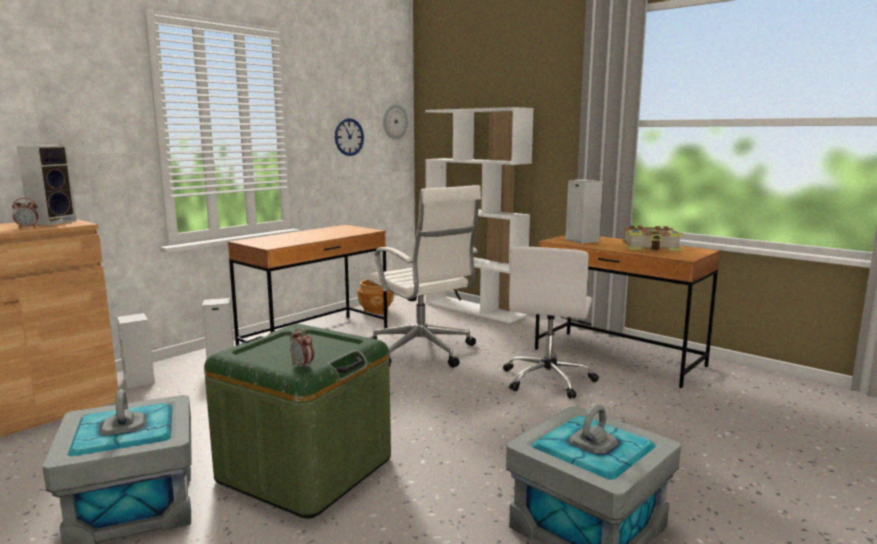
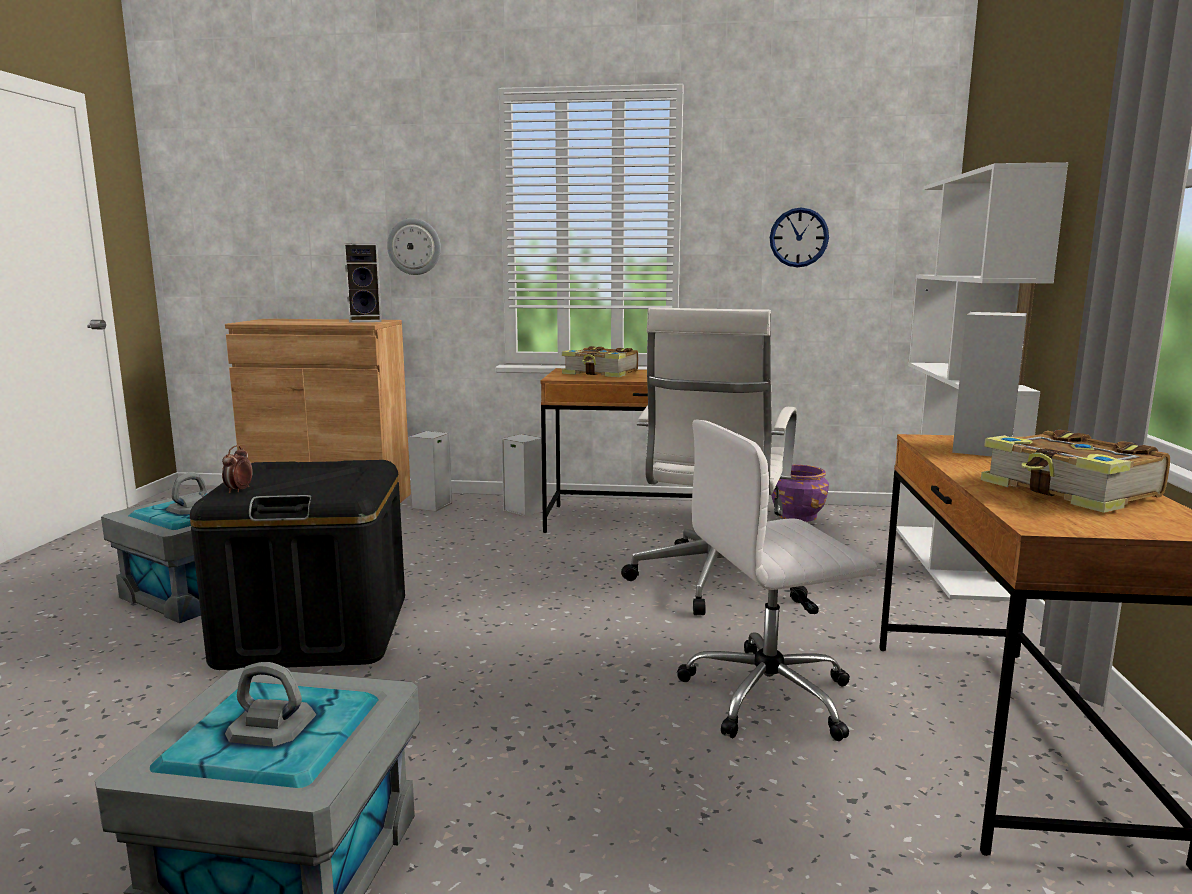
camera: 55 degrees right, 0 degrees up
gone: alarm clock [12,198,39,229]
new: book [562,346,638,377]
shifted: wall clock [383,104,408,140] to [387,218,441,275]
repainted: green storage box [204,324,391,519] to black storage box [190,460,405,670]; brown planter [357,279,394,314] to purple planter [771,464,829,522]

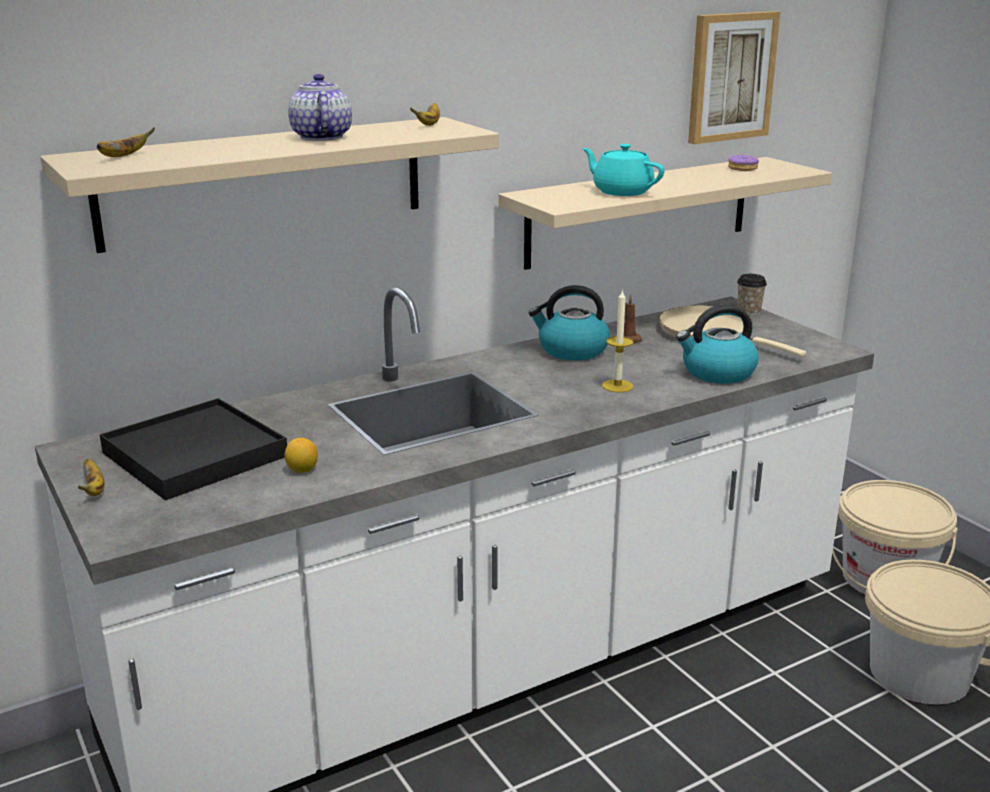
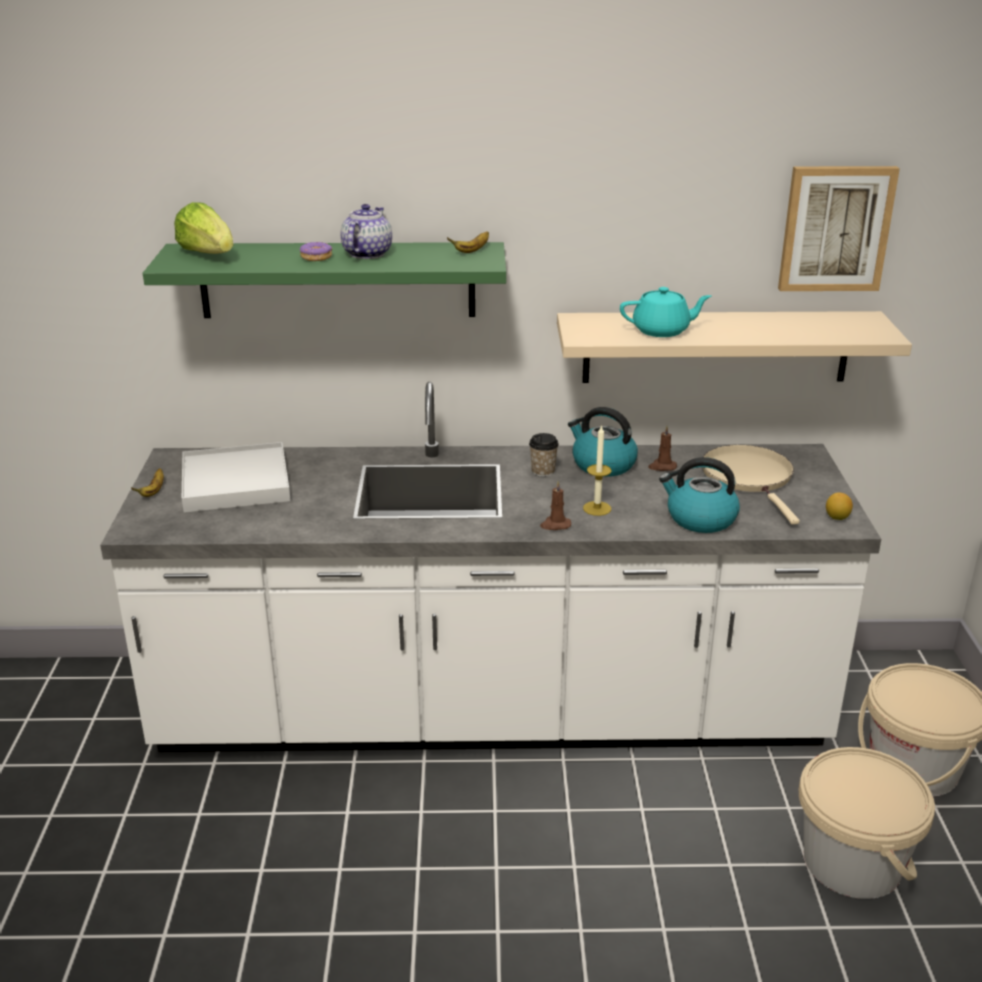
camera: 30 degrees right, 5 degrees up
new: brown candle [540,481,571,530]
shifted: lemon [285,438,318,473] to [826,492,853,520]; donut [728,154,759,171] to [300,242,332,261]; cup [737,274,767,316] to [529,433,559,477]
swapped: banana [97,128,155,157] to lettuce [174,202,233,254]
repainted: beige shelf [40,117,499,253] to green shelf [143,242,506,318]; black tray [100,398,287,500] to white tray [182,442,291,513]
rotated: turquoise teapot [582,144,664,196] = [620,287,711,337] 105 degrees clockwise

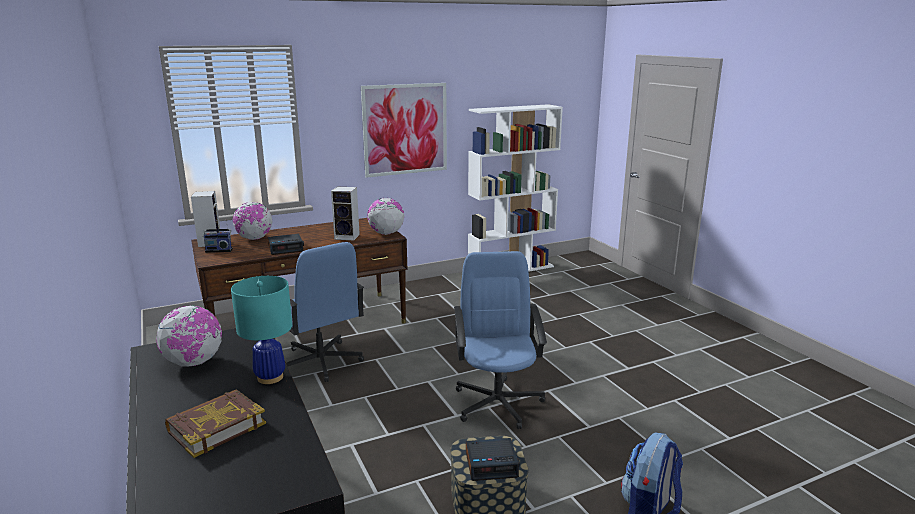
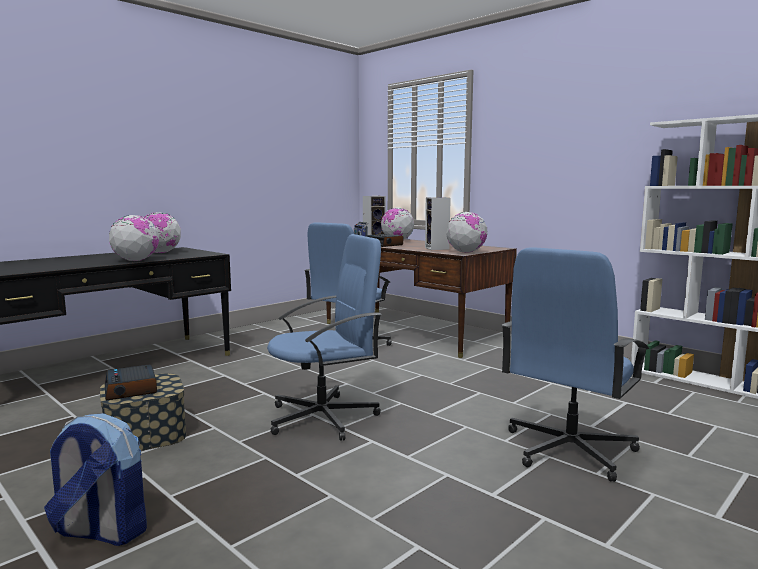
camera: 70 degrees right, 10 degrees down
gone: book [165,389,266,458]; picture [361,83,447,178]
new: blue office chair [501,247,649,482]
swapped: turquoise table lamp [231,276,292,384] to globe [109,215,159,261]

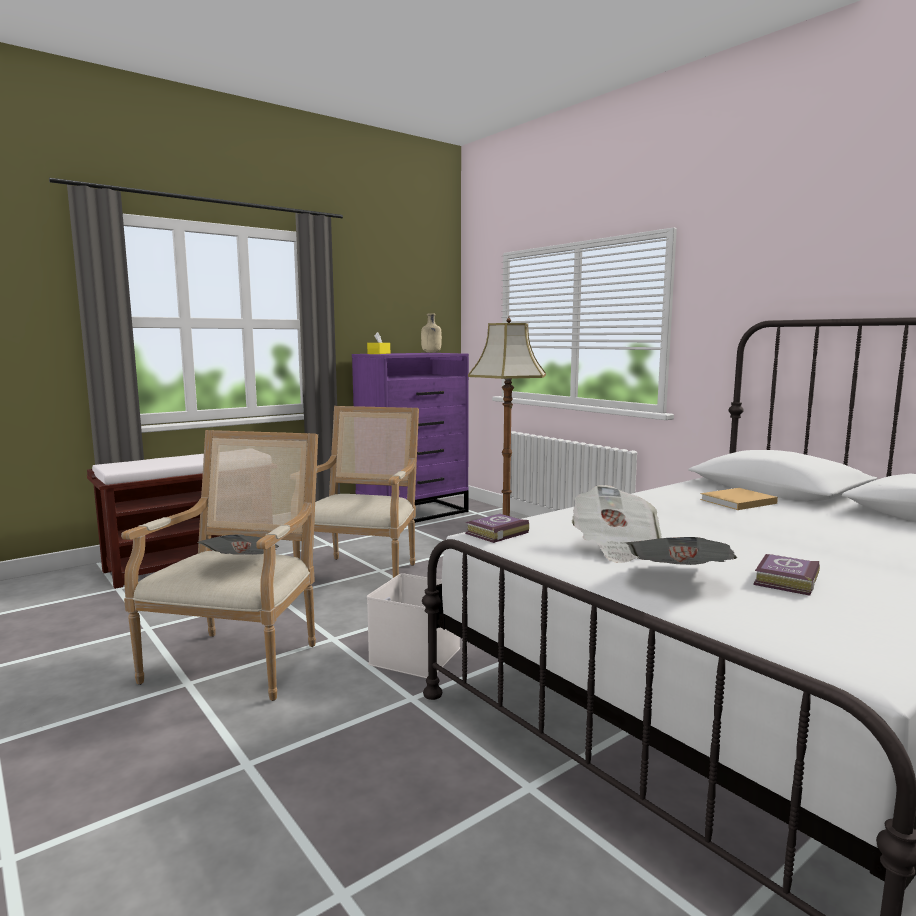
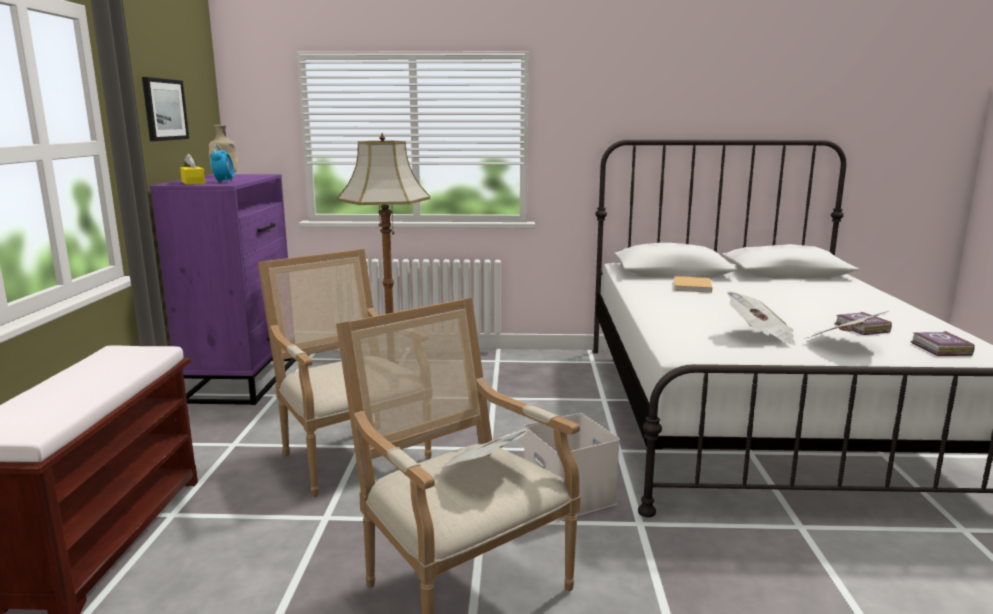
camera: 50 degrees left, 5 degrees up
new: picture [142,77,189,141]; alarm clock [210,145,235,183]
shifted: book [465,514,529,543] to [911,331,975,356]

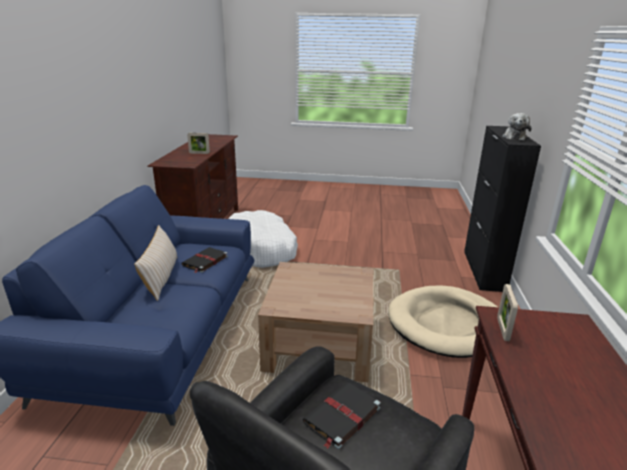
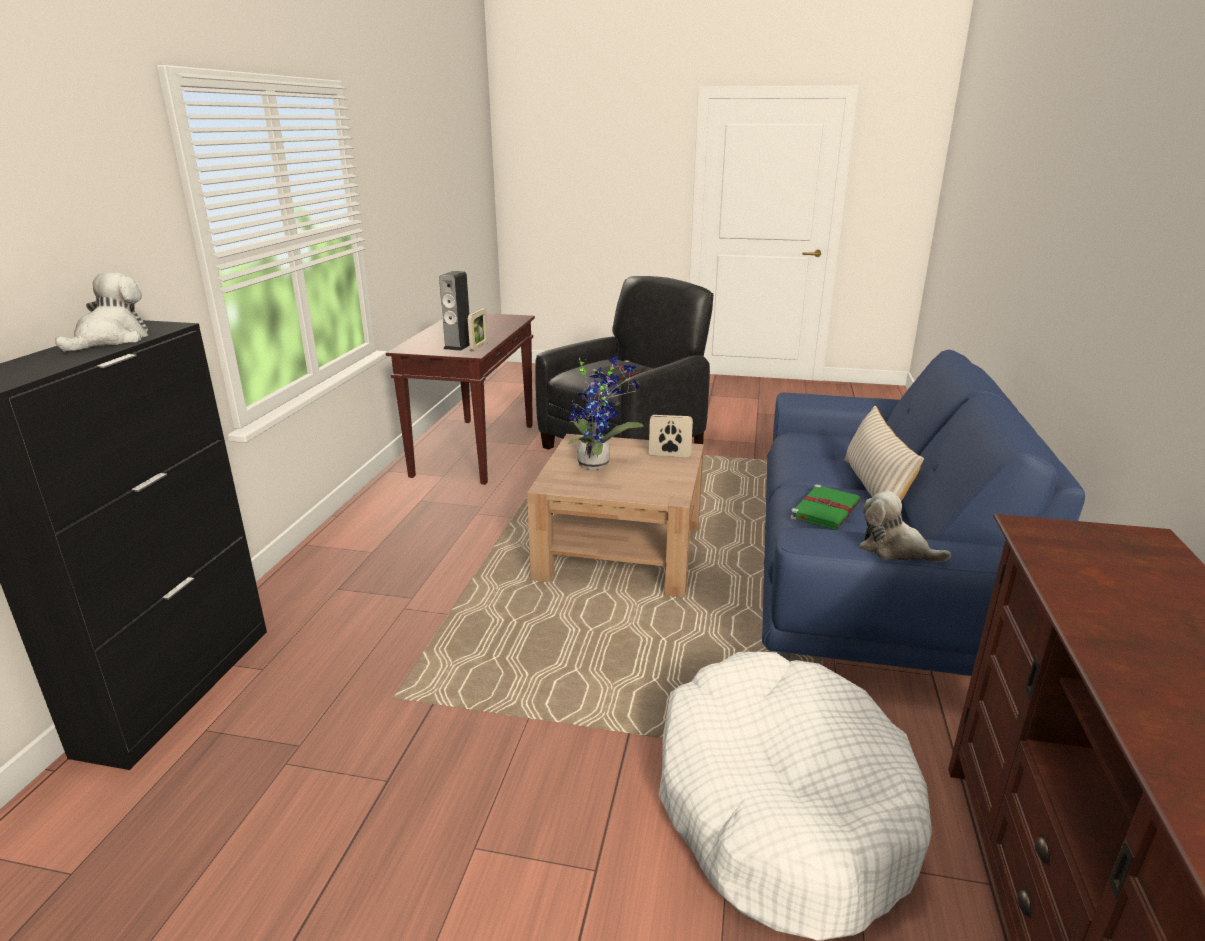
camera: 175 degrees left, 0 degrees up
gone: beige dog bed [388,285,497,358]
new: speaker [439,271,470,351]; potted plant [568,355,643,470]; plush toy [860,491,951,562]
shifted: picture frame [187,133,210,154] to [649,415,693,457]
repainted: black book [181,247,228,273] to green book [790,484,861,530]

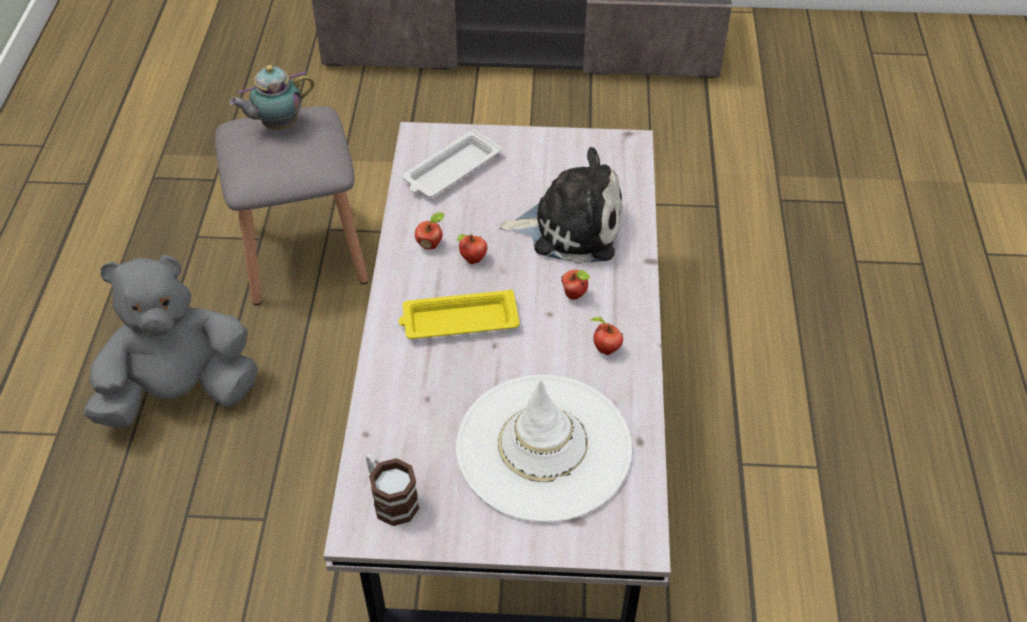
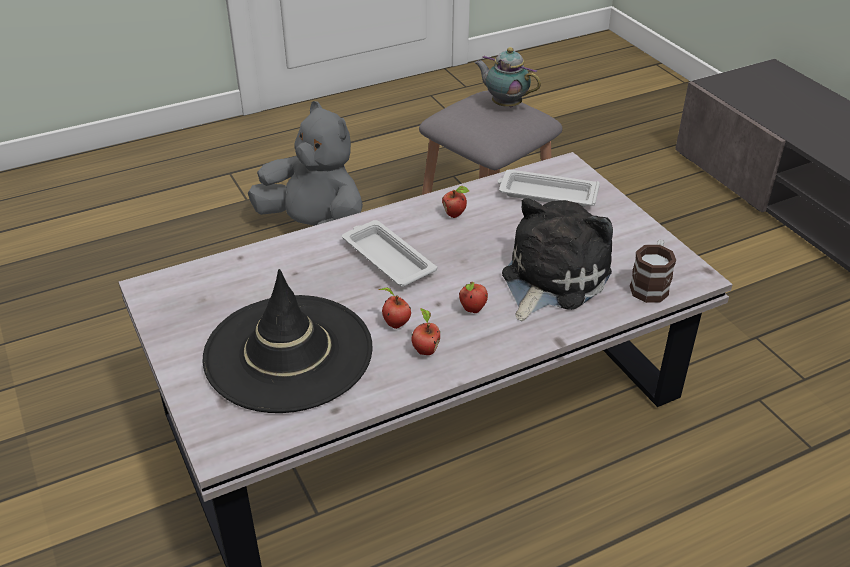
camera: 60 degrees right, 10 degrees down
shifted: mug [366,453,419,526] to [630,240,676,303]; apple [457,234,487,264] to [379,287,411,329]
repainted: yellow tray [399,289,520,339] to white tray [342,220,437,287]; white hat [456,375,632,522] to black hat [203,269,373,413]
rotated: plush toy [498,147,622,264] = [502,198,613,321] 120 degrees counterclockwise

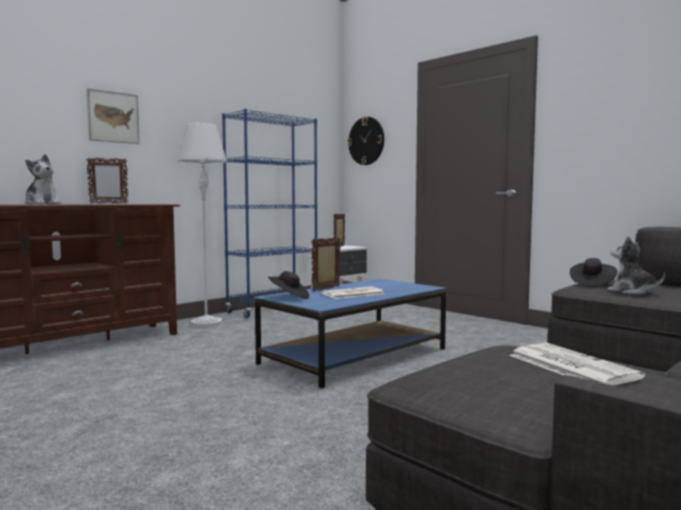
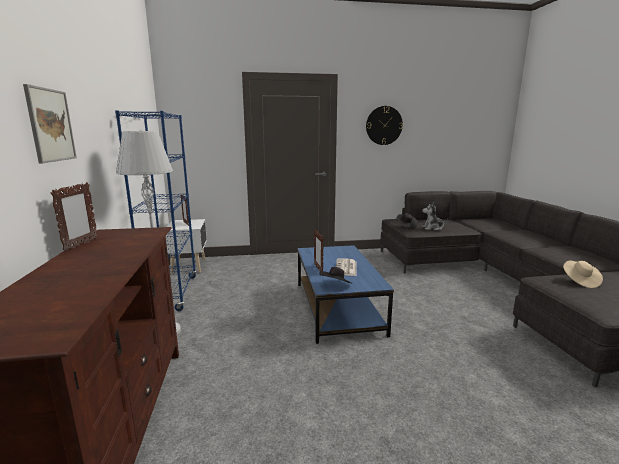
camera: 55 degrees left, 10 degrees up
gone: plush toy [24,154,62,204]
shifted: wall clock [348,117,384,165] to [366,106,403,145]
swapped: newspaper [510,343,645,386] to beige hat [563,261,603,288]

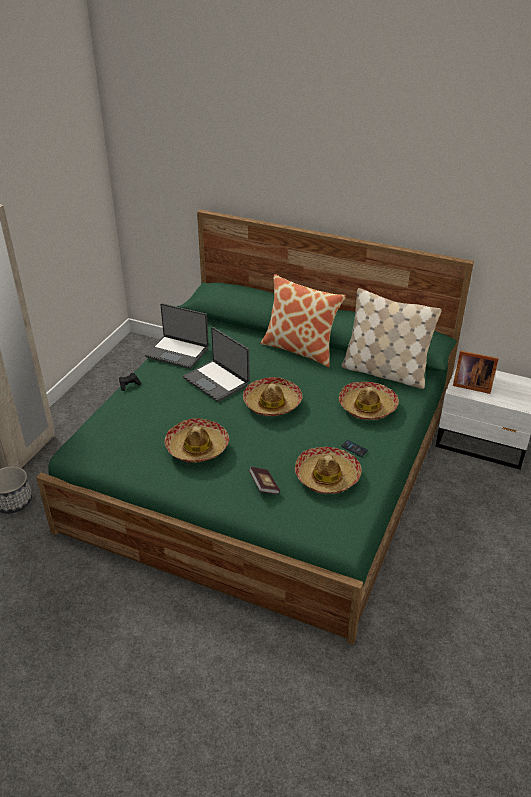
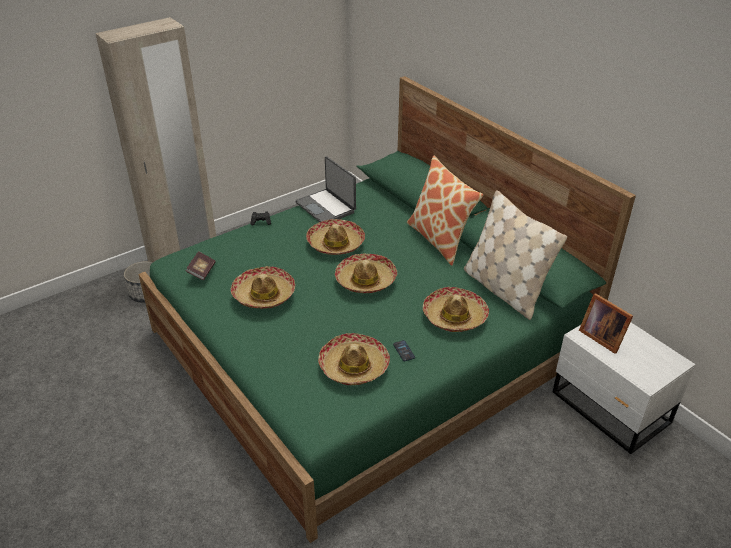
camera: 30 degrees right, 0 degrees up
shifted: book [249,467,280,494] to [186,251,216,280]
swapped: laptop [183,327,250,402] to hat [306,219,365,255]

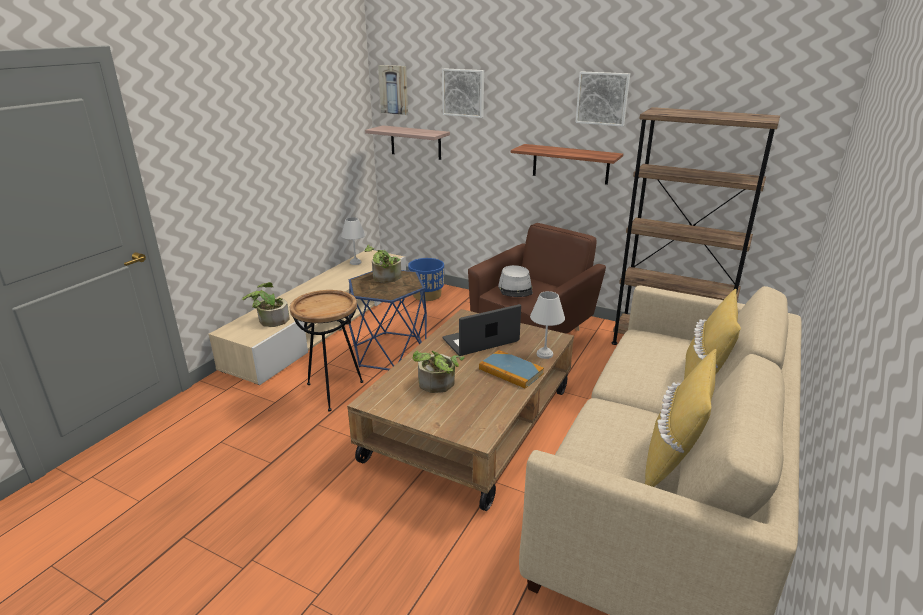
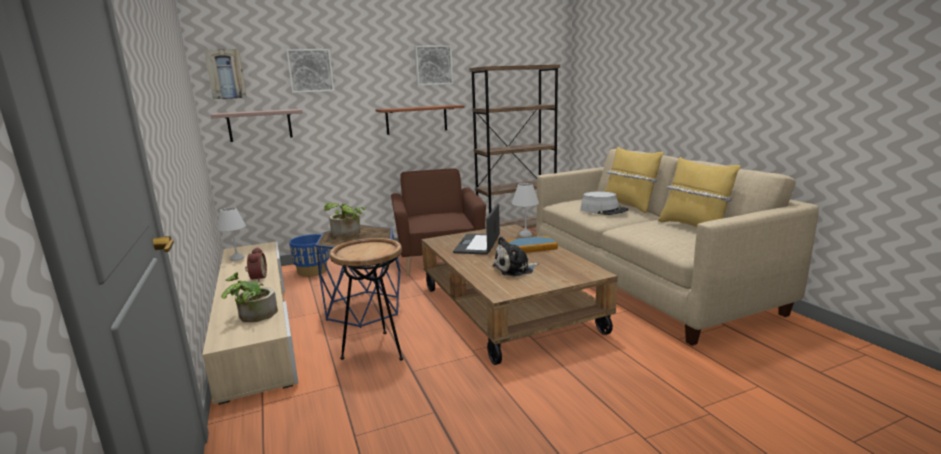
camera: 50 degrees left, 10 degrees down
new: alarm clock [245,247,267,282]
shifted: grey hat [498,265,533,297] to [580,192,629,215]
swapped: potted plant [412,350,465,393] to plush toy [492,236,539,277]

